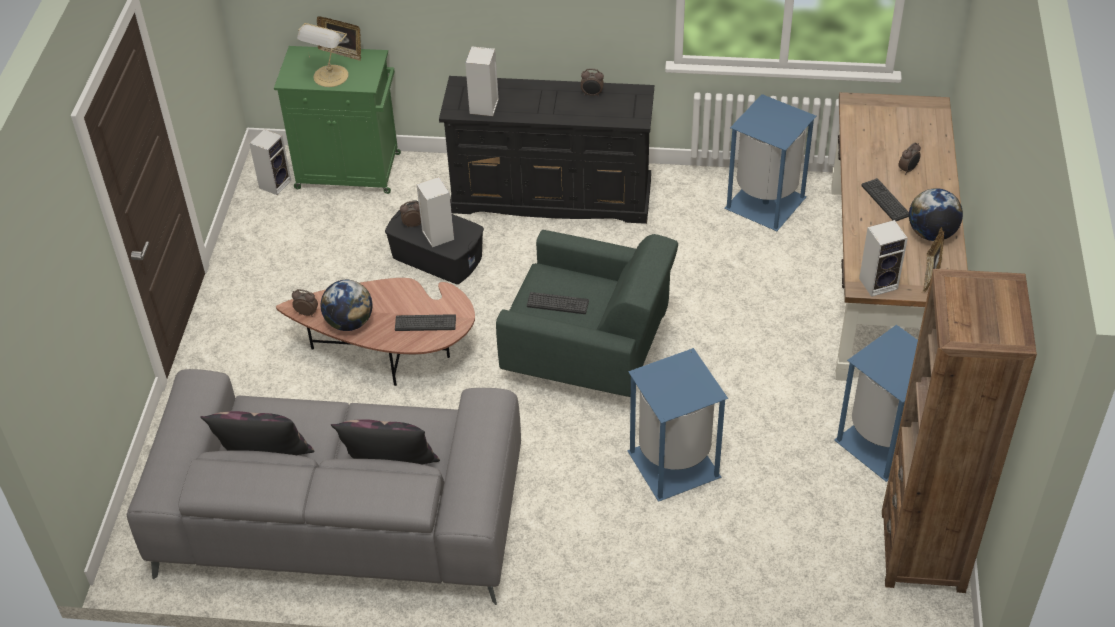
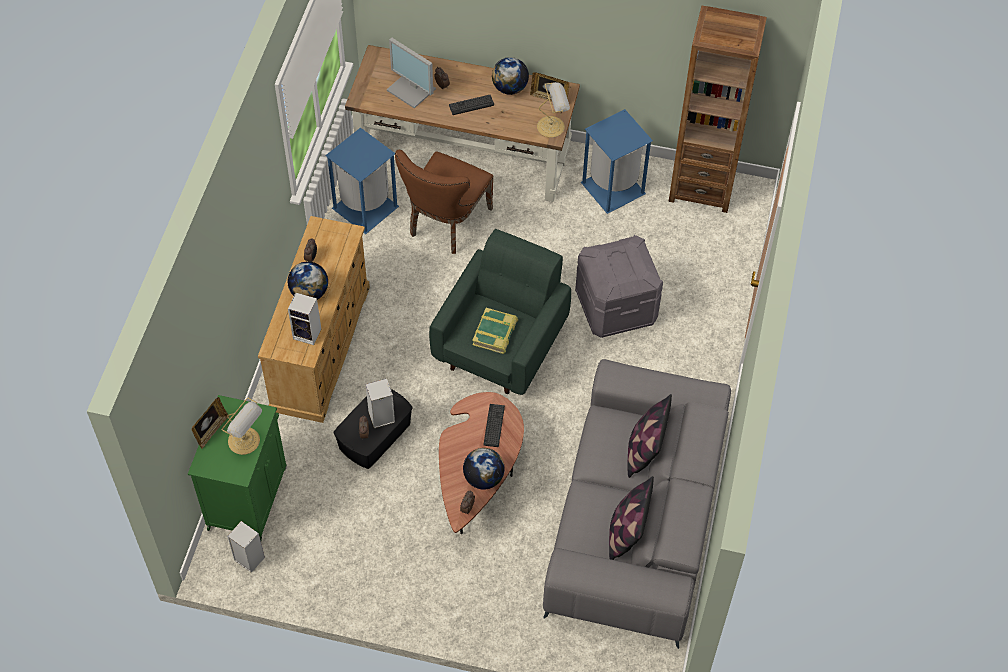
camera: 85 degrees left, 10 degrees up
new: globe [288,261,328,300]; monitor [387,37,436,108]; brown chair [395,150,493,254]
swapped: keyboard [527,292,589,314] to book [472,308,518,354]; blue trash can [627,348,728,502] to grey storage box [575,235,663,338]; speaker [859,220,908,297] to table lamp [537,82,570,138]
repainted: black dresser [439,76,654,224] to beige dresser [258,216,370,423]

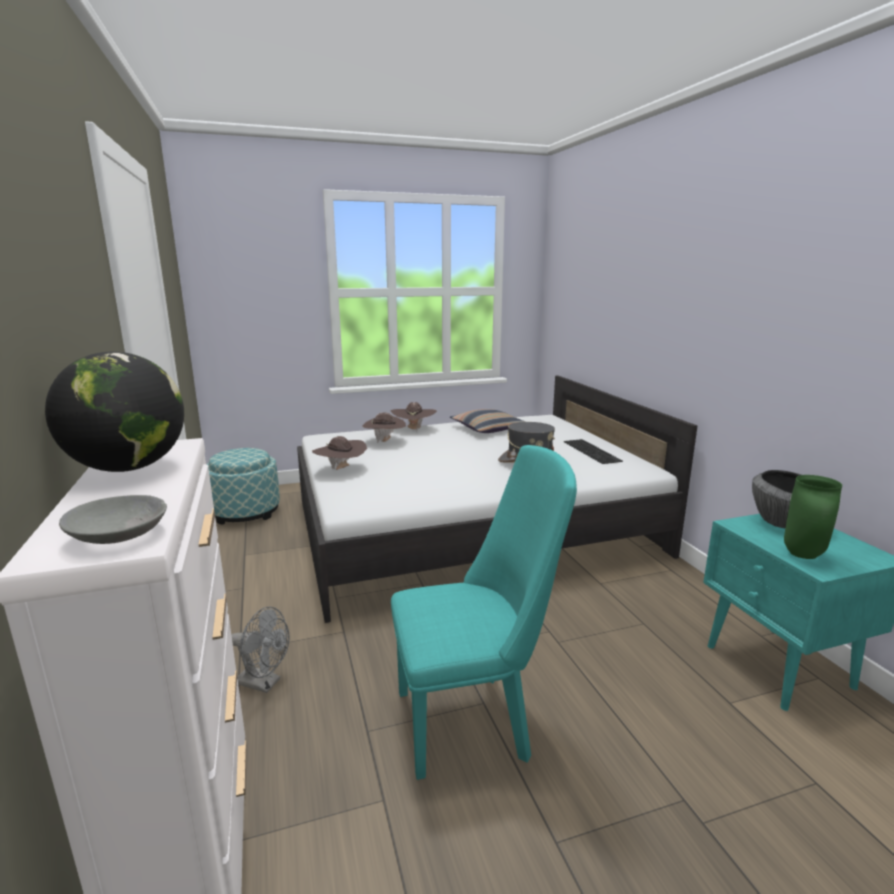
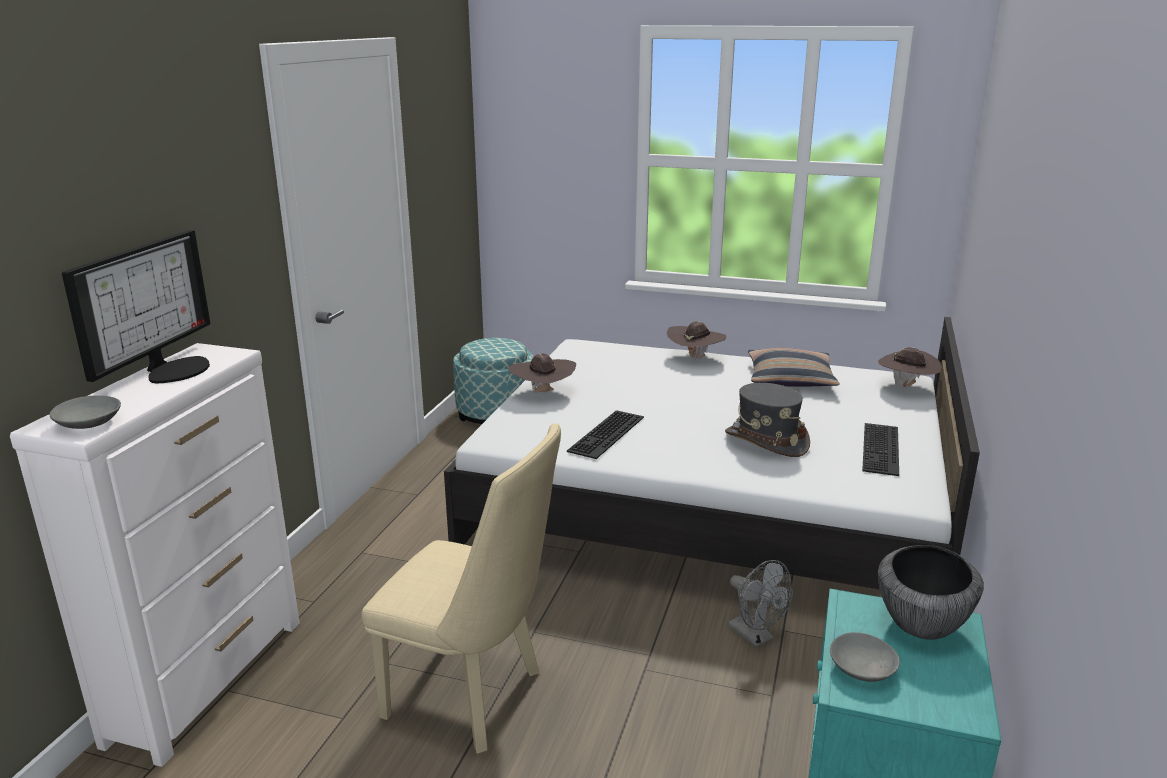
camera: 35 degrees right, 5 degrees up
new: keyboard [567,410,644,459]
shifted: grey fan [231,606,289,693] to [728,560,793,647]; brown hat [362,412,406,443] to [878,347,942,387]
swapped: globe [45,352,184,472] to monitor [62,230,210,383]; green vase [784,475,842,559] to grey bowl [830,632,900,682]
repainted: turquoise chair [391,445,577,780] to beige chair [361,423,561,754]

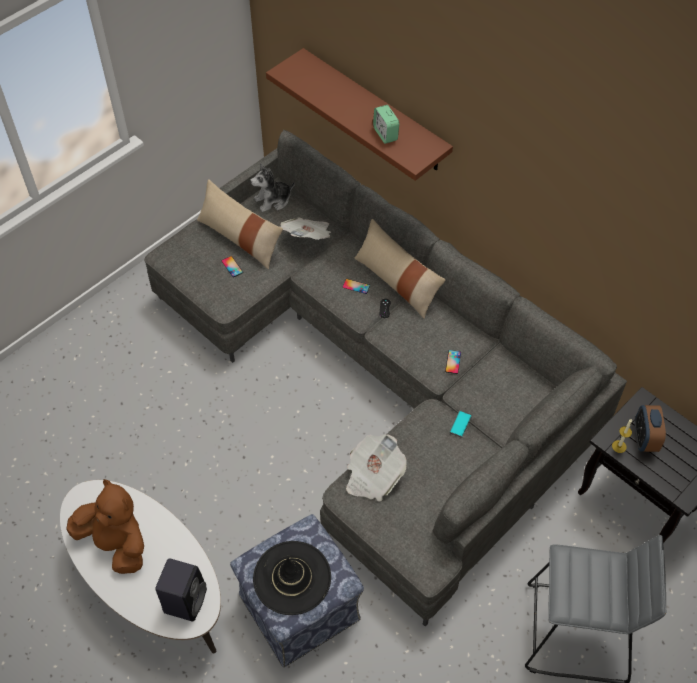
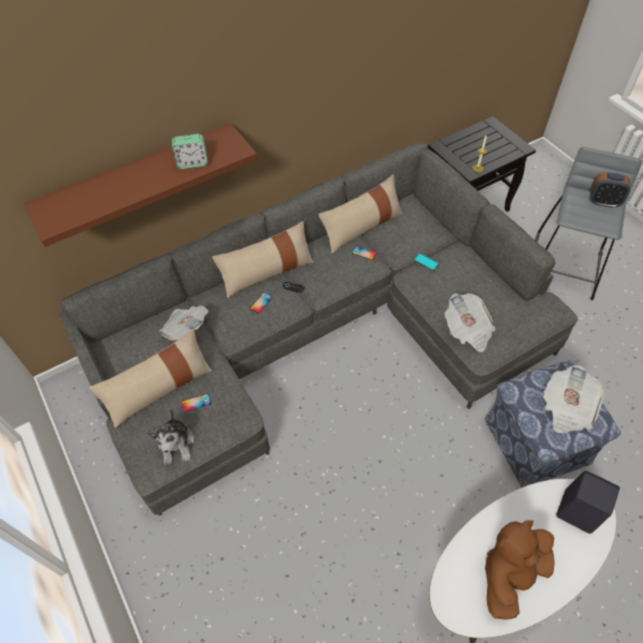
camera: 75 degrees left, 0 degrees up
new: beige pillow [318,175,403,254]
shifted: plush toy [250,162,294,212] to [147,408,194,465]; alarm clock [635,405,666,452] to [590,172,630,208]
swapped: black hat [253,541,331,615] to newspaper [543,365,605,433]

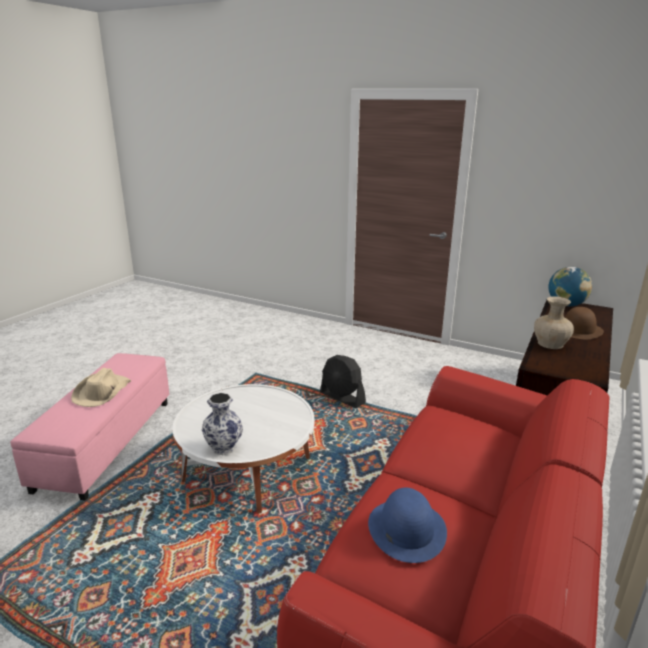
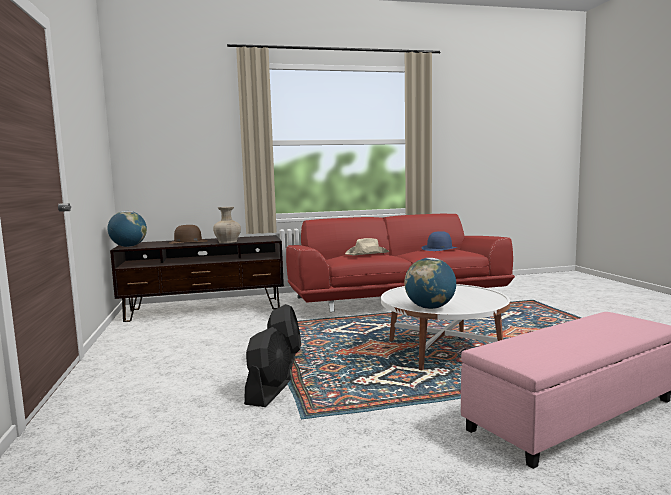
camera: 130 degrees left, 15 degrees down
gone: vase [202,393,243,455]
new: black fan [244,327,292,407]; globe [404,258,456,309]
shifted: beige hat [71,368,131,407] to [345,238,389,255]

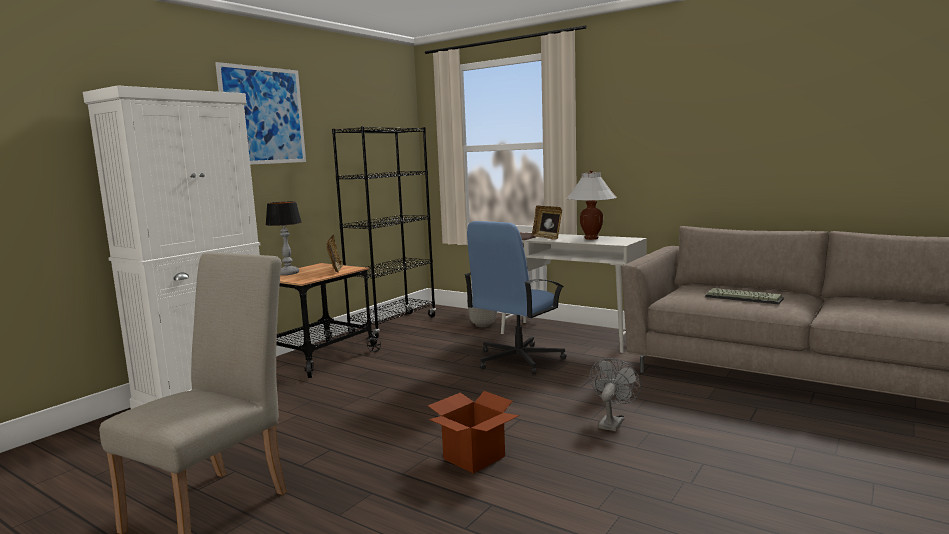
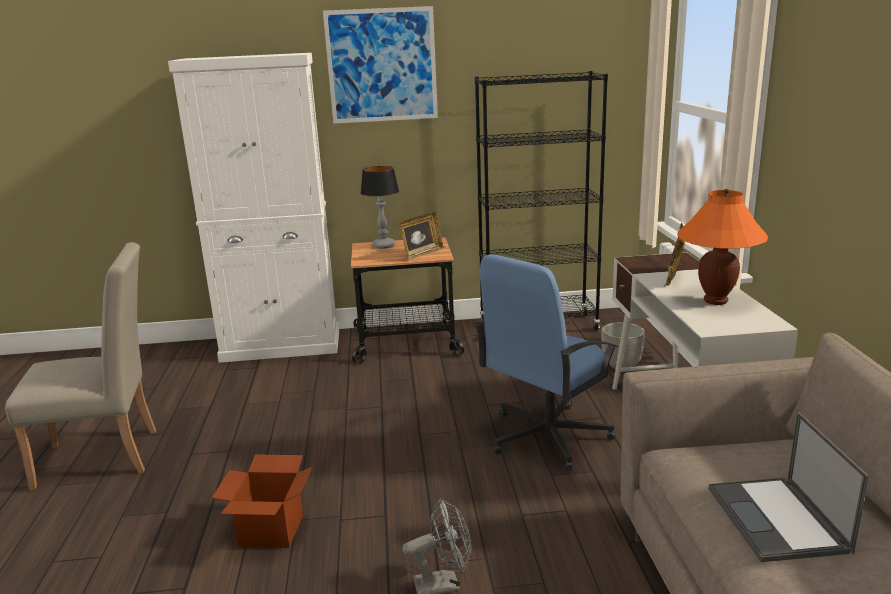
camera: 50 degrees right, 10 degrees up
swapped: keyboard [705,288,784,304] to laptop [708,412,869,562]
repainted: white table lamp [566,170,617,240] to orange table lamp [677,189,768,305]
rotated: blue office chair [464,221,566,374] = [475,254,618,471] 45 degrees counterclockwise

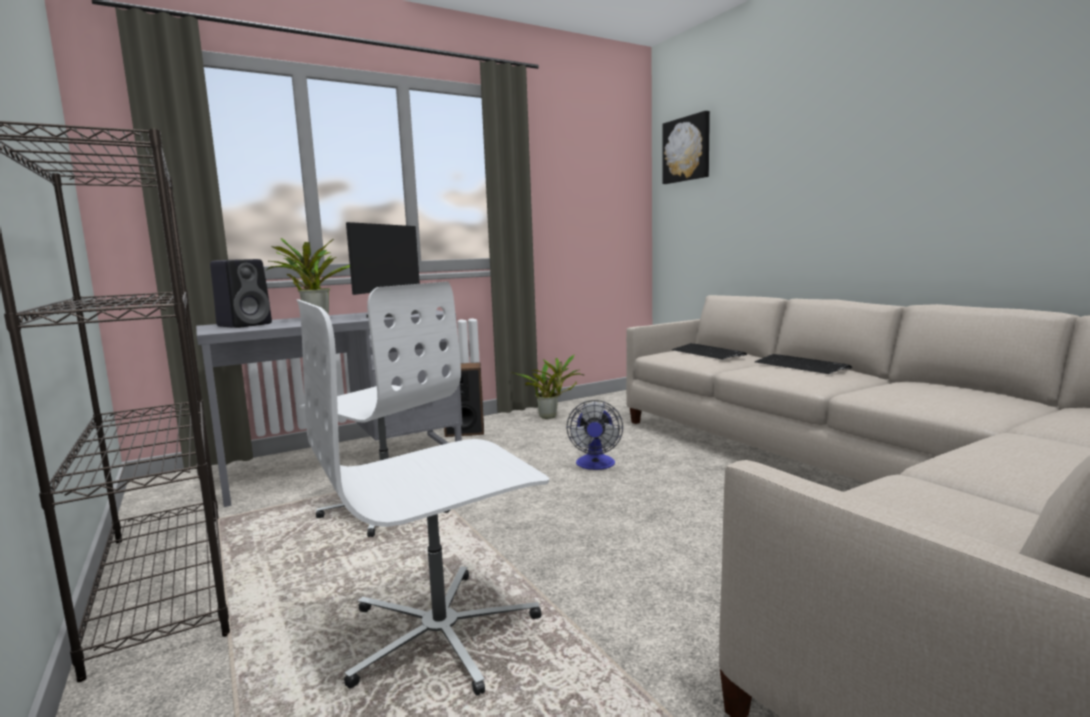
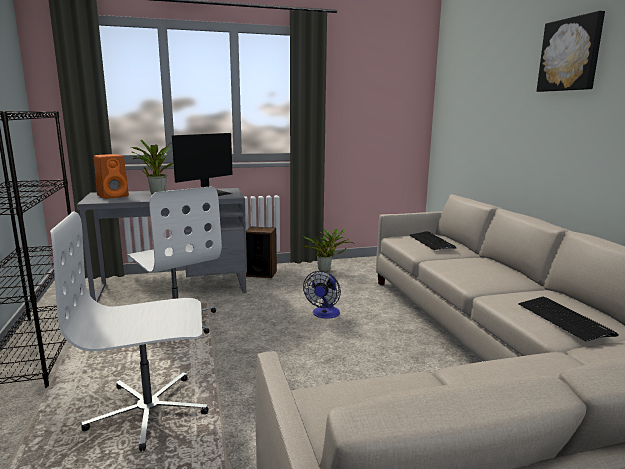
camera: 15 degrees right, 5 degrees up
shifted: picture [663,111,710,184] to [537,11,605,92]; keyboard [755,354,852,374] to [518,297,619,342]
repainted: black speaker [210,259,272,328] to orange speaker [94,154,129,199]

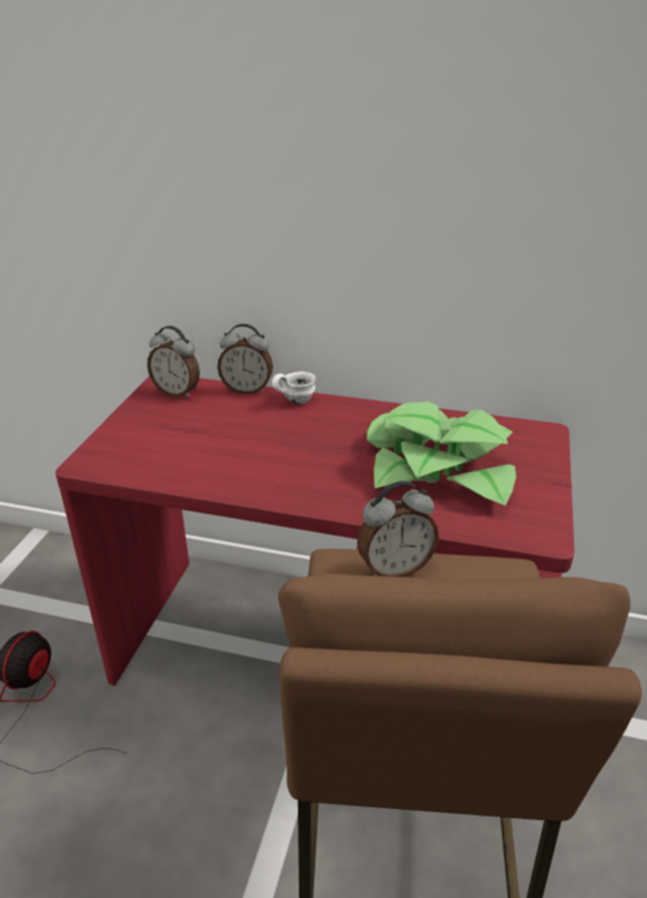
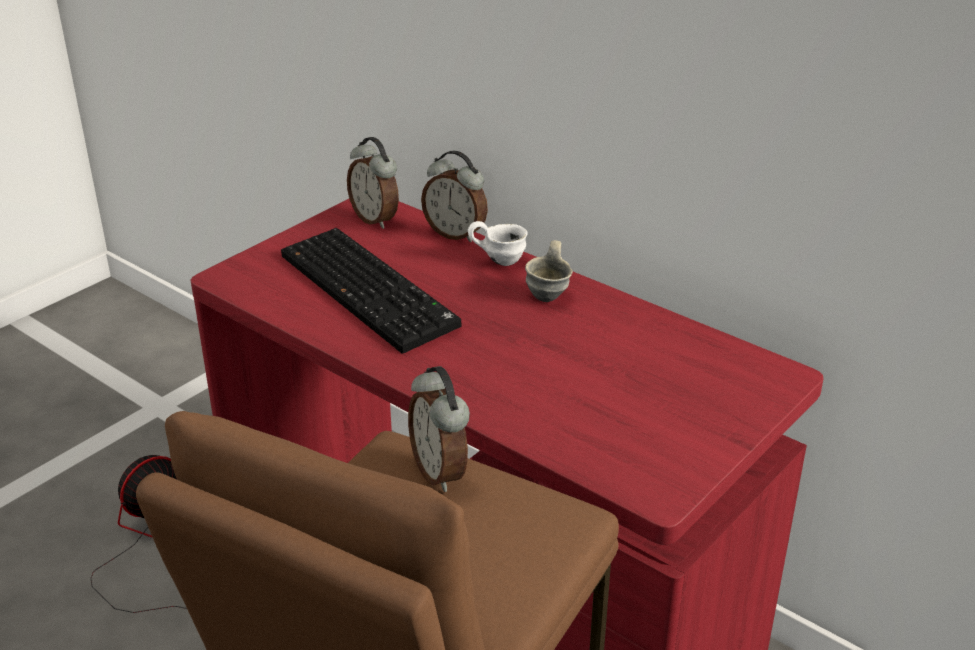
camera: 25 degrees right, 0 degrees up
gone: potted plant [367,402,516,506]
new: keyboard [281,228,462,354]; grey mug [525,240,573,302]
rotated: alarm clock [357,481,439,577] = [408,366,470,492] 60 degrees clockwise

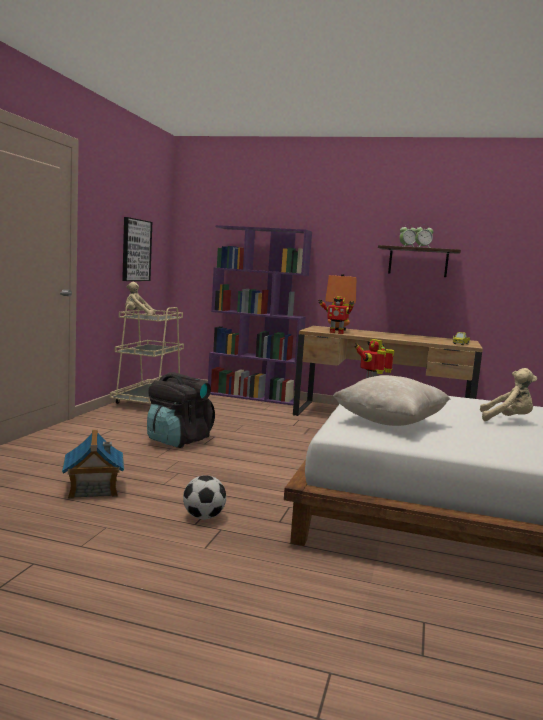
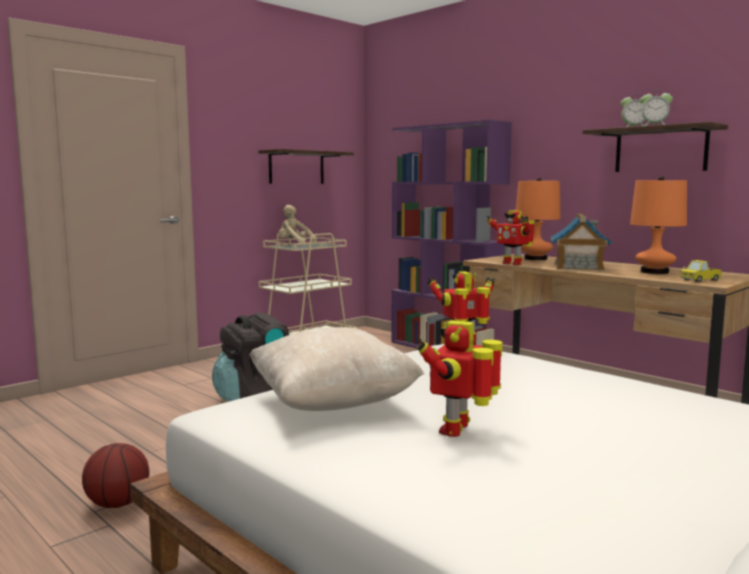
camera: 30 degrees right, 0 degrees up
gone: beige plush toy [480,368,537,421]
new: toy robot [416,320,502,437]; orange table lamp [630,176,687,274]
shifted: toy house [62,430,124,499] to [551,214,612,271]
swapped: picture [122,217,152,281] to shelf [258,149,354,184]; football [183,475,226,520] to basketball [82,443,149,508]

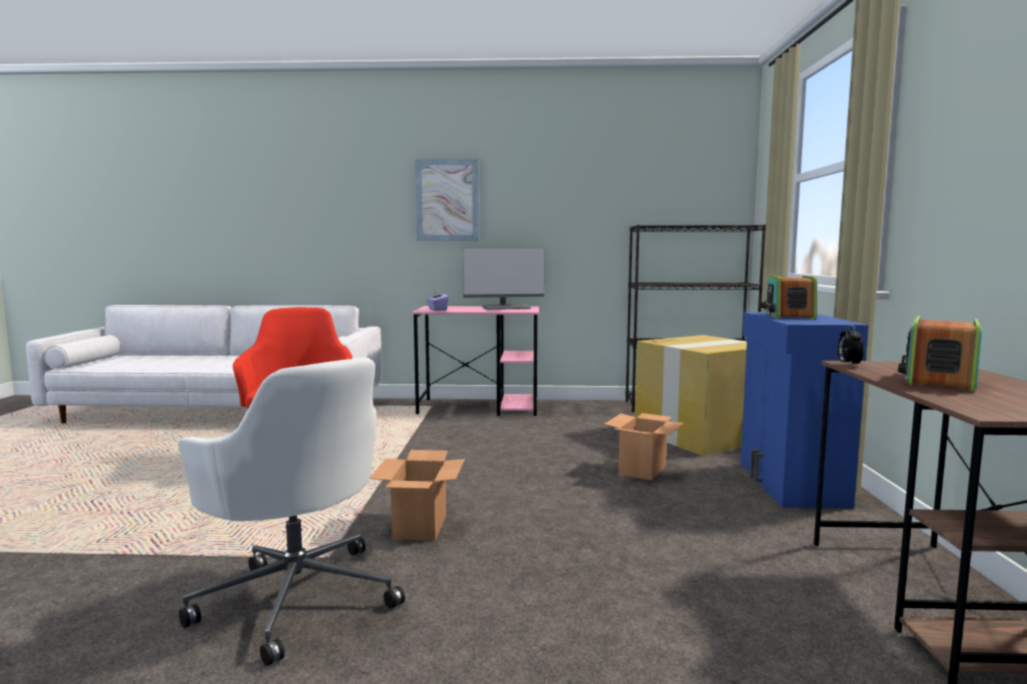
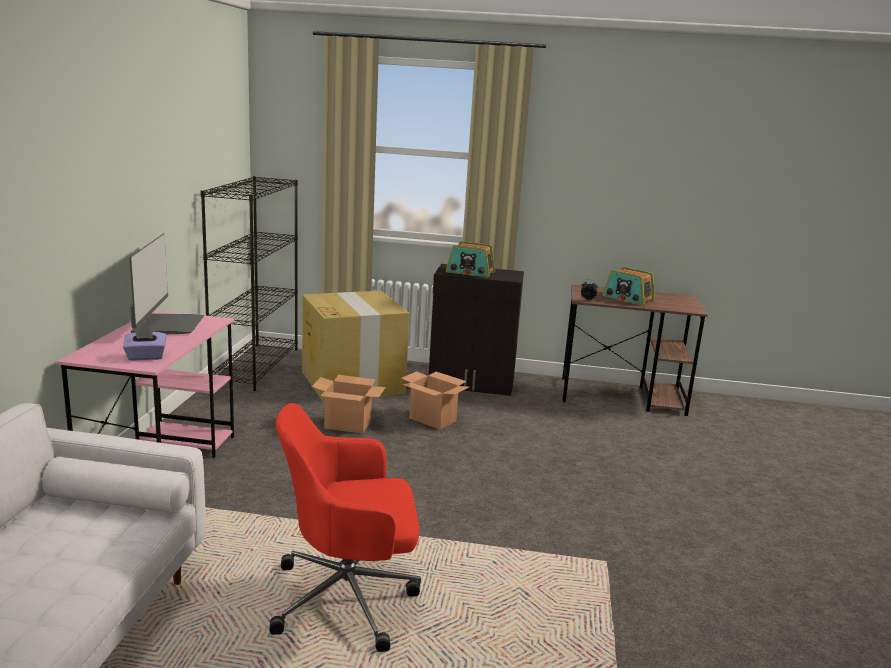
camera: 85 degrees left, 10 degrees up
gone: white office chair [178,357,405,666]; picture [415,159,479,241]
shifted: cardboard box [370,450,465,540] to [311,375,386,434]
repainted: blue cabinet [741,312,869,508] to black cabinet [429,264,524,396]

